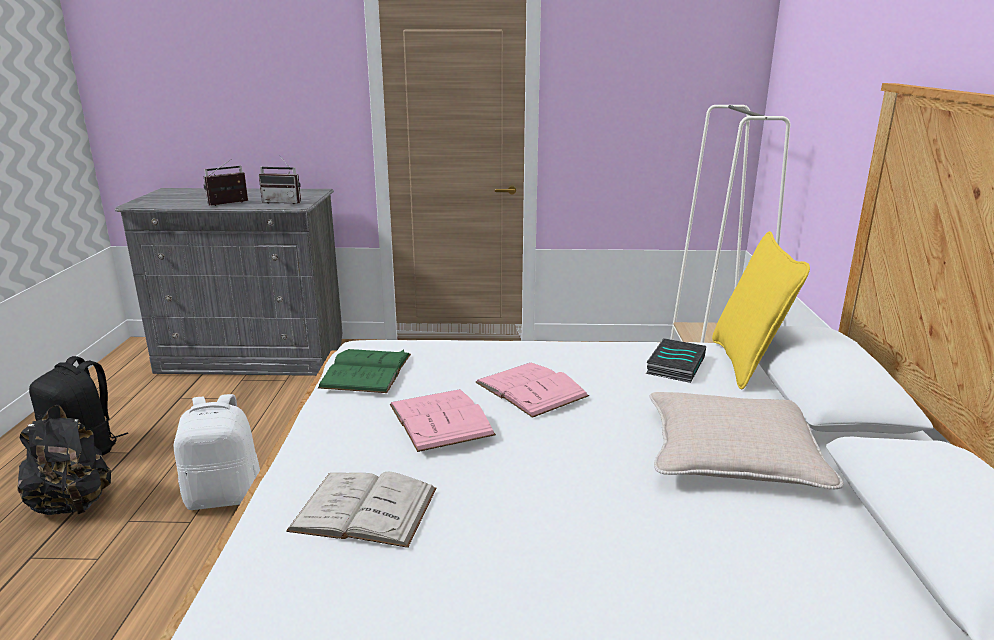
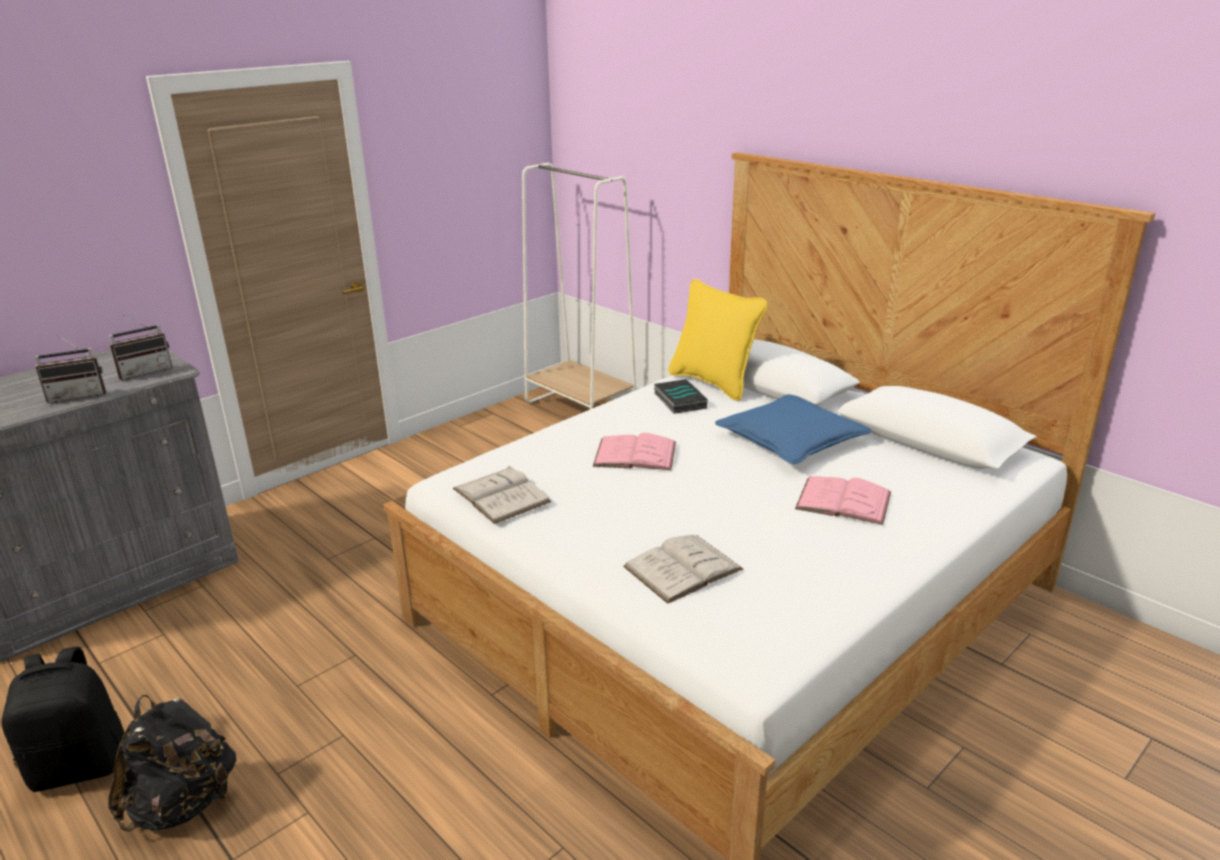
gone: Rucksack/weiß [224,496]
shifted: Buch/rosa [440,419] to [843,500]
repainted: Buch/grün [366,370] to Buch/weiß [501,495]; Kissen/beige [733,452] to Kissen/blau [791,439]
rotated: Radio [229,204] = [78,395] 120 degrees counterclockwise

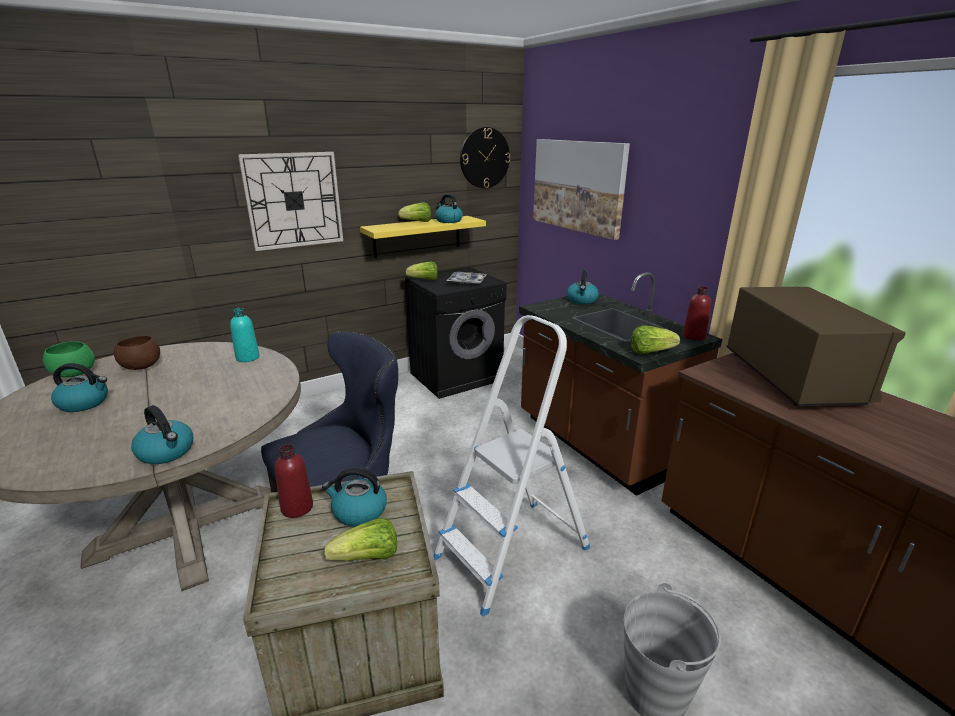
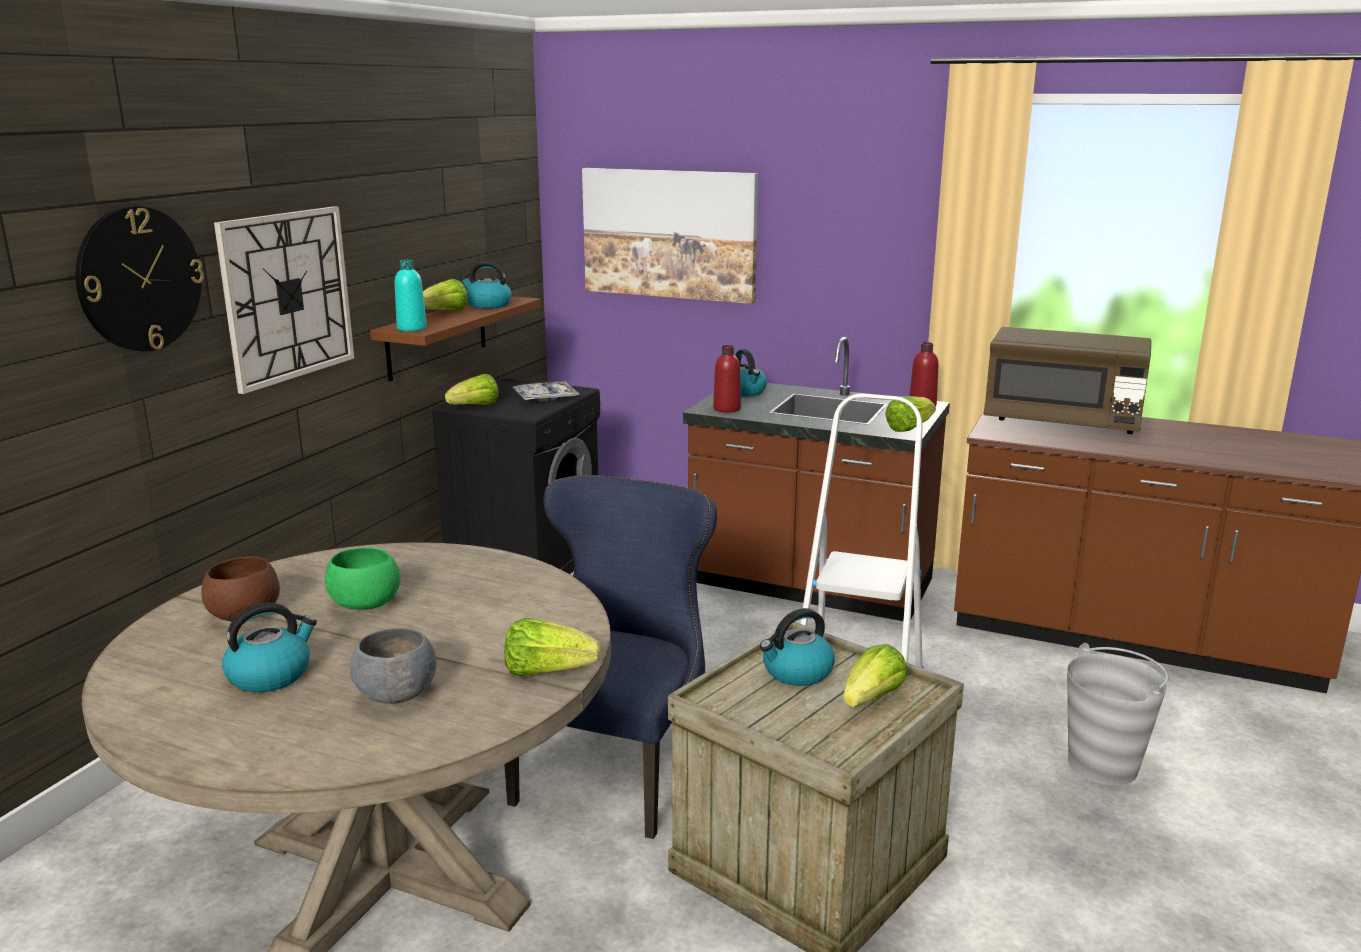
new: Schüssel/grau [397,693]
shifted: Wanduhr [484,158] to [139,279]; Flasche/türkis [248,358] to [412,328]; Schüssel/grün [74,374] to [366,604]; Flasche/rot [297,508] to [726,409]
swapped: Wasserkessel [167,452] to Salatkopf [547,671]
repainted: Wandregal/gelb [417,236] to Wandregal/braun [437,337]
rotated: Mikrowelle/braun [792,378] = [1062,421] 150 degrees clockwise

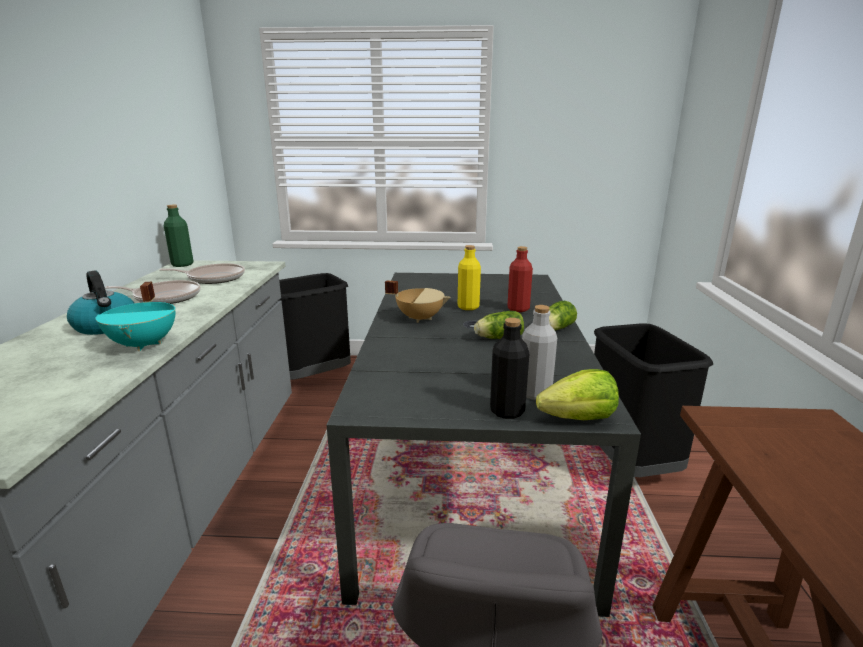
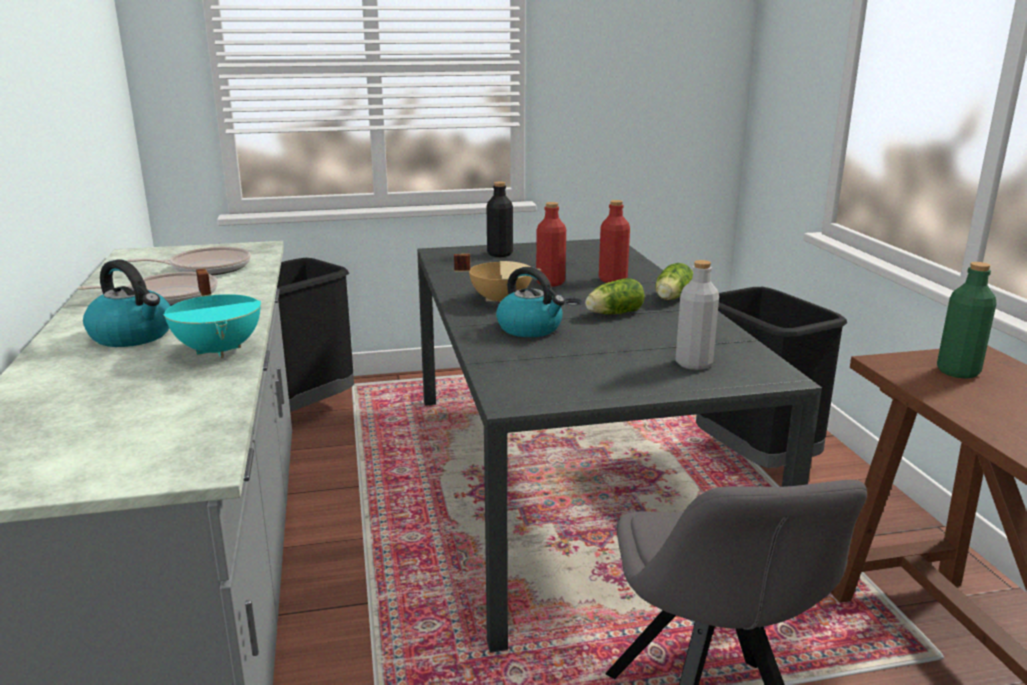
gone: Salatkopf [579,418]
new: Wasserkessel [530,328]
shifted: Flasche/grün [182,264] to [958,371]; Flasche/schwarz [507,411] to [500,254]
repainted: Flasche/gelb [468,307] to Flasche/rot [550,283]

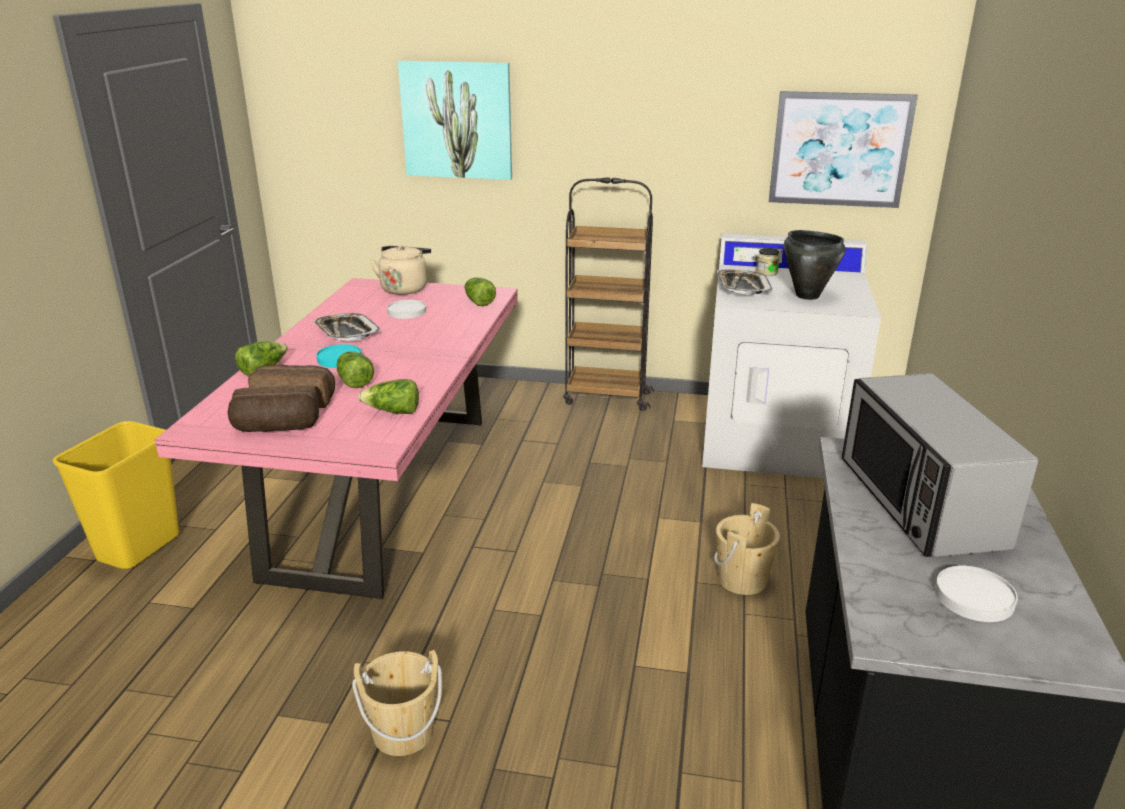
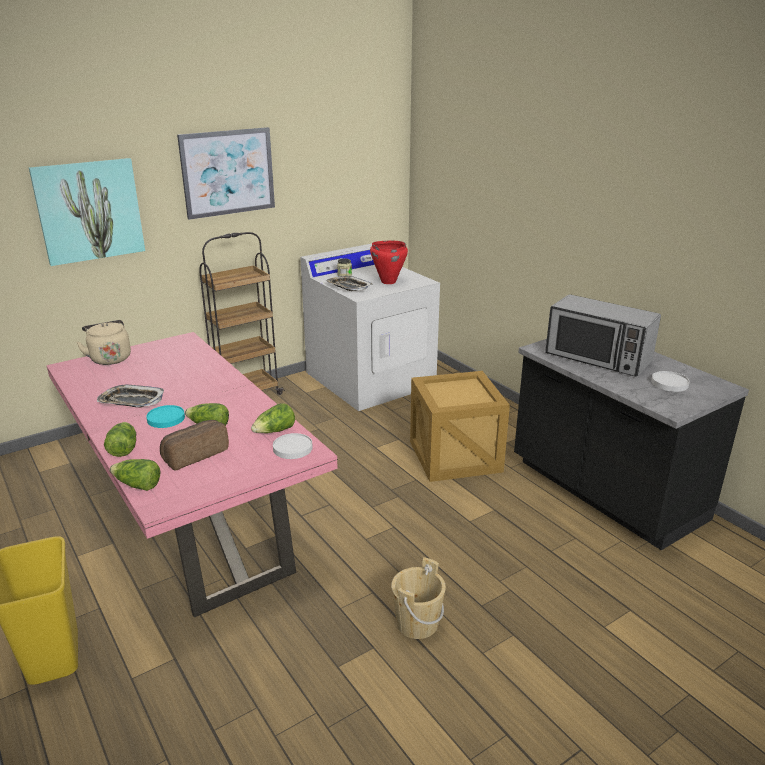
gone: Brot [276,428]
shifted: Bild [839,149] to [228,172]; Salatkopf [478,301] to [137,485]; Teller/weiß [406,311] to [292,448]
swapped: Eimer/beige [742,579] to Kiste [456,456]
repainted: Kochtopf/schwarz [807,295] to Kochtopf/rot [388,282]

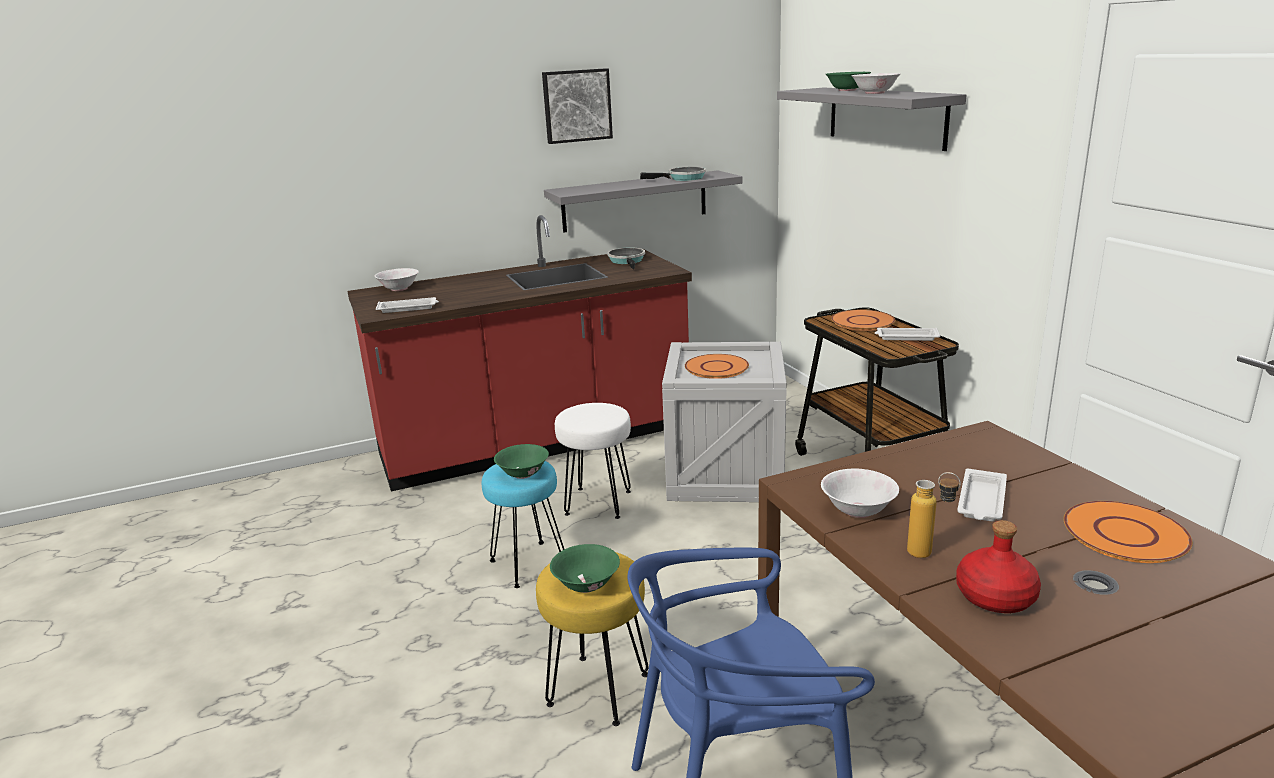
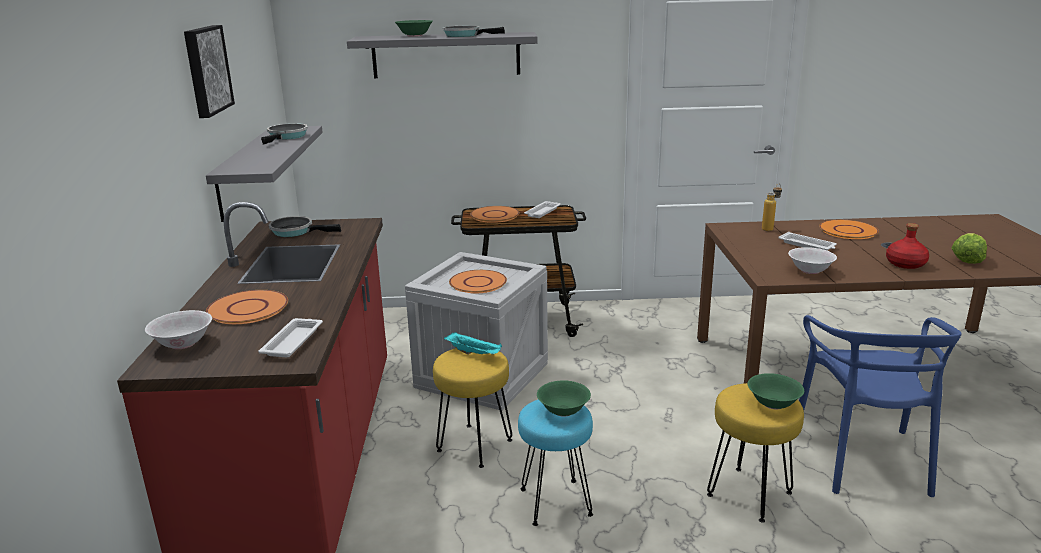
new: Salatkopf [967,259]; Teller/orange [248,309]; Tablett/türkis [474,353]
shifted: Flasche [929,555] to [770,228]
swapped: Schüssel/weiß [875,93] to Pfanne [465,35]
repainted: Hocker/weiß [599,502] to Hocker/gelb [474,444]

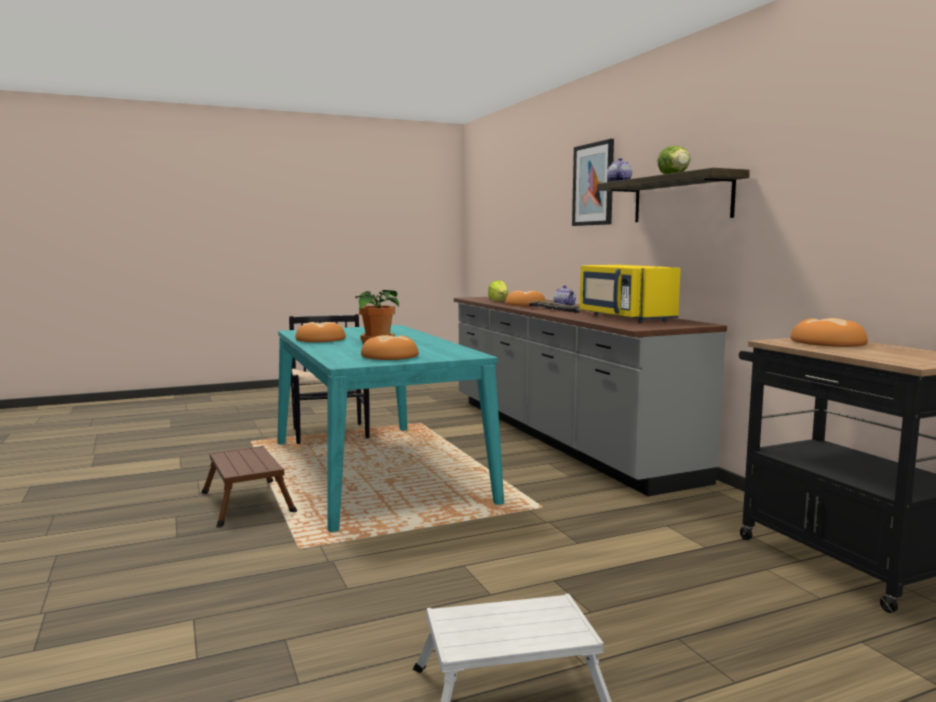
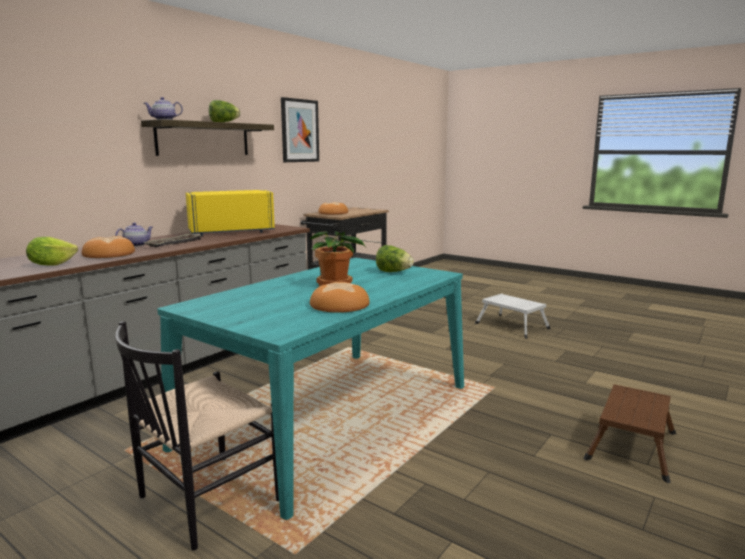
shifted: Bild [593,184] to [299,130]; Trittleiter/braun [247,502] to [631,446]
swapped: Brot [390,356] to Salatkopf [393,272]
rotated: Mikrowelle/gelb [624,317] = [231,232] 150 degrees counterclockwise

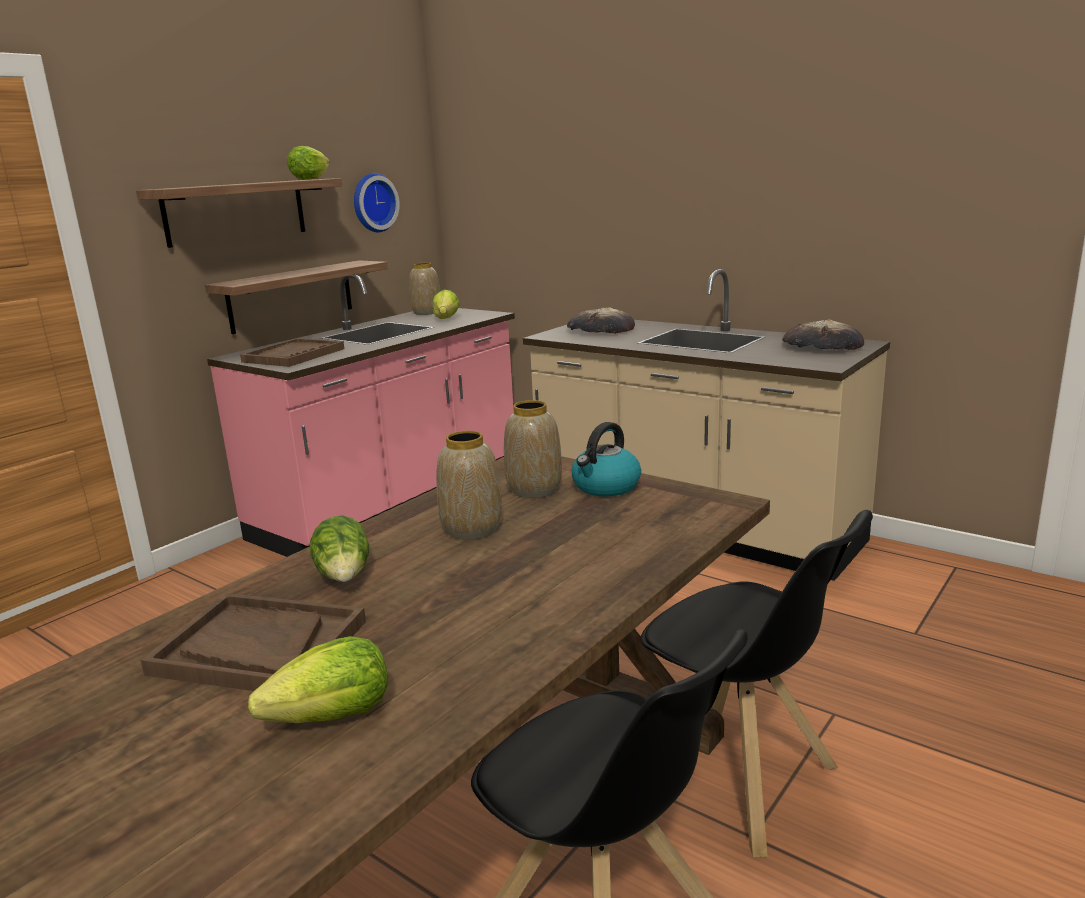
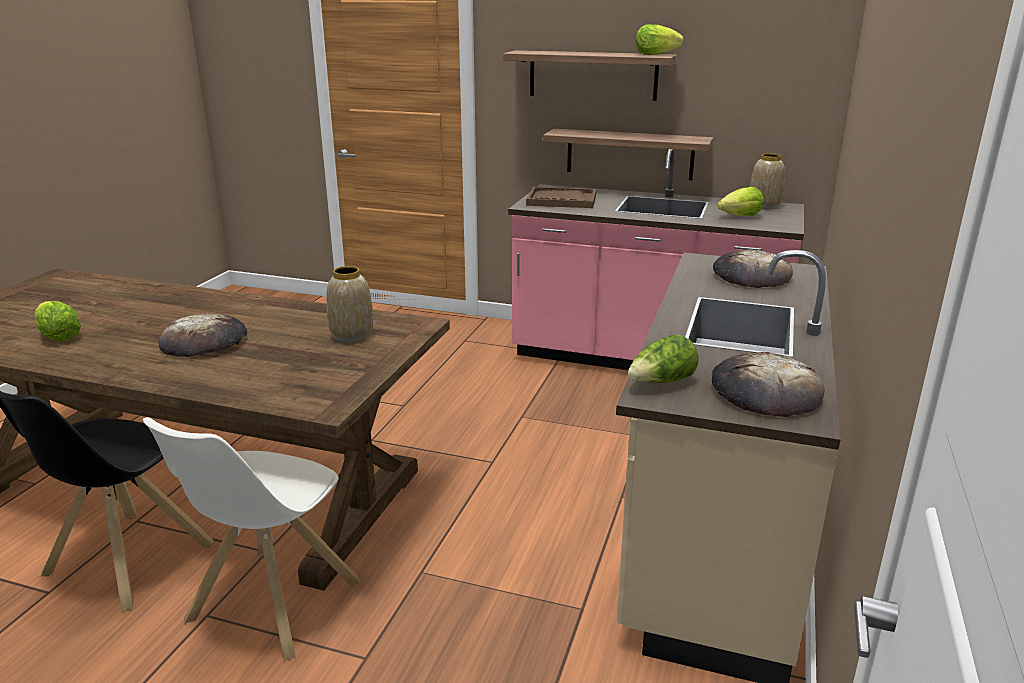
gone: Wanduhr [373,202]; Wasserkessel [605,487]; Vase [471,529]; Tablett/braun [259,647]
new: Brot [205,342]
shifted: Salatkopf [345,576] to [661,382]
repainted: Stuhl/schwarz [739,779] to Stuhl/weiß [271,603]

